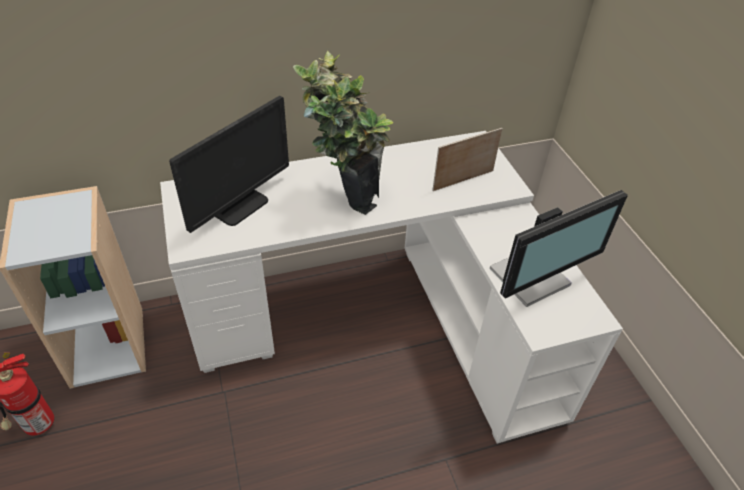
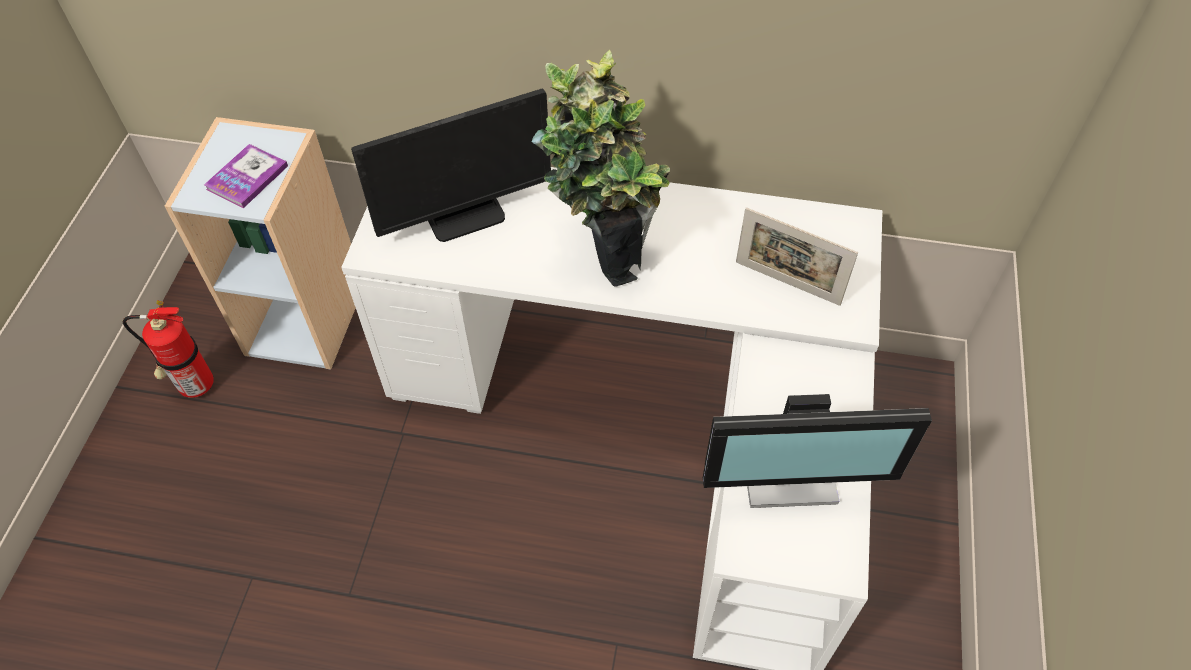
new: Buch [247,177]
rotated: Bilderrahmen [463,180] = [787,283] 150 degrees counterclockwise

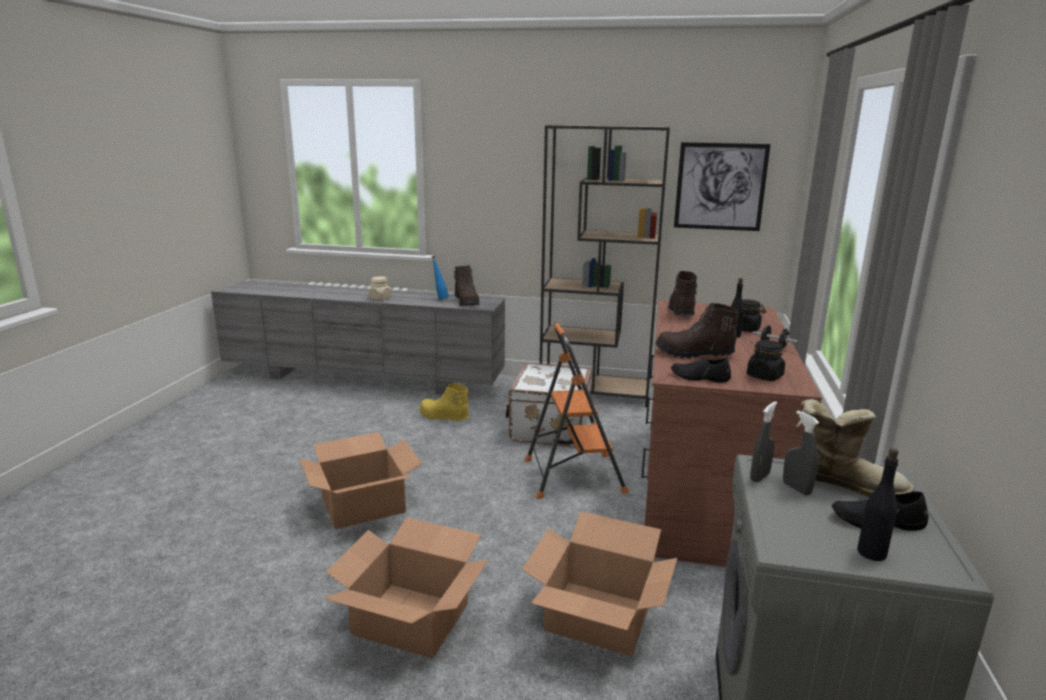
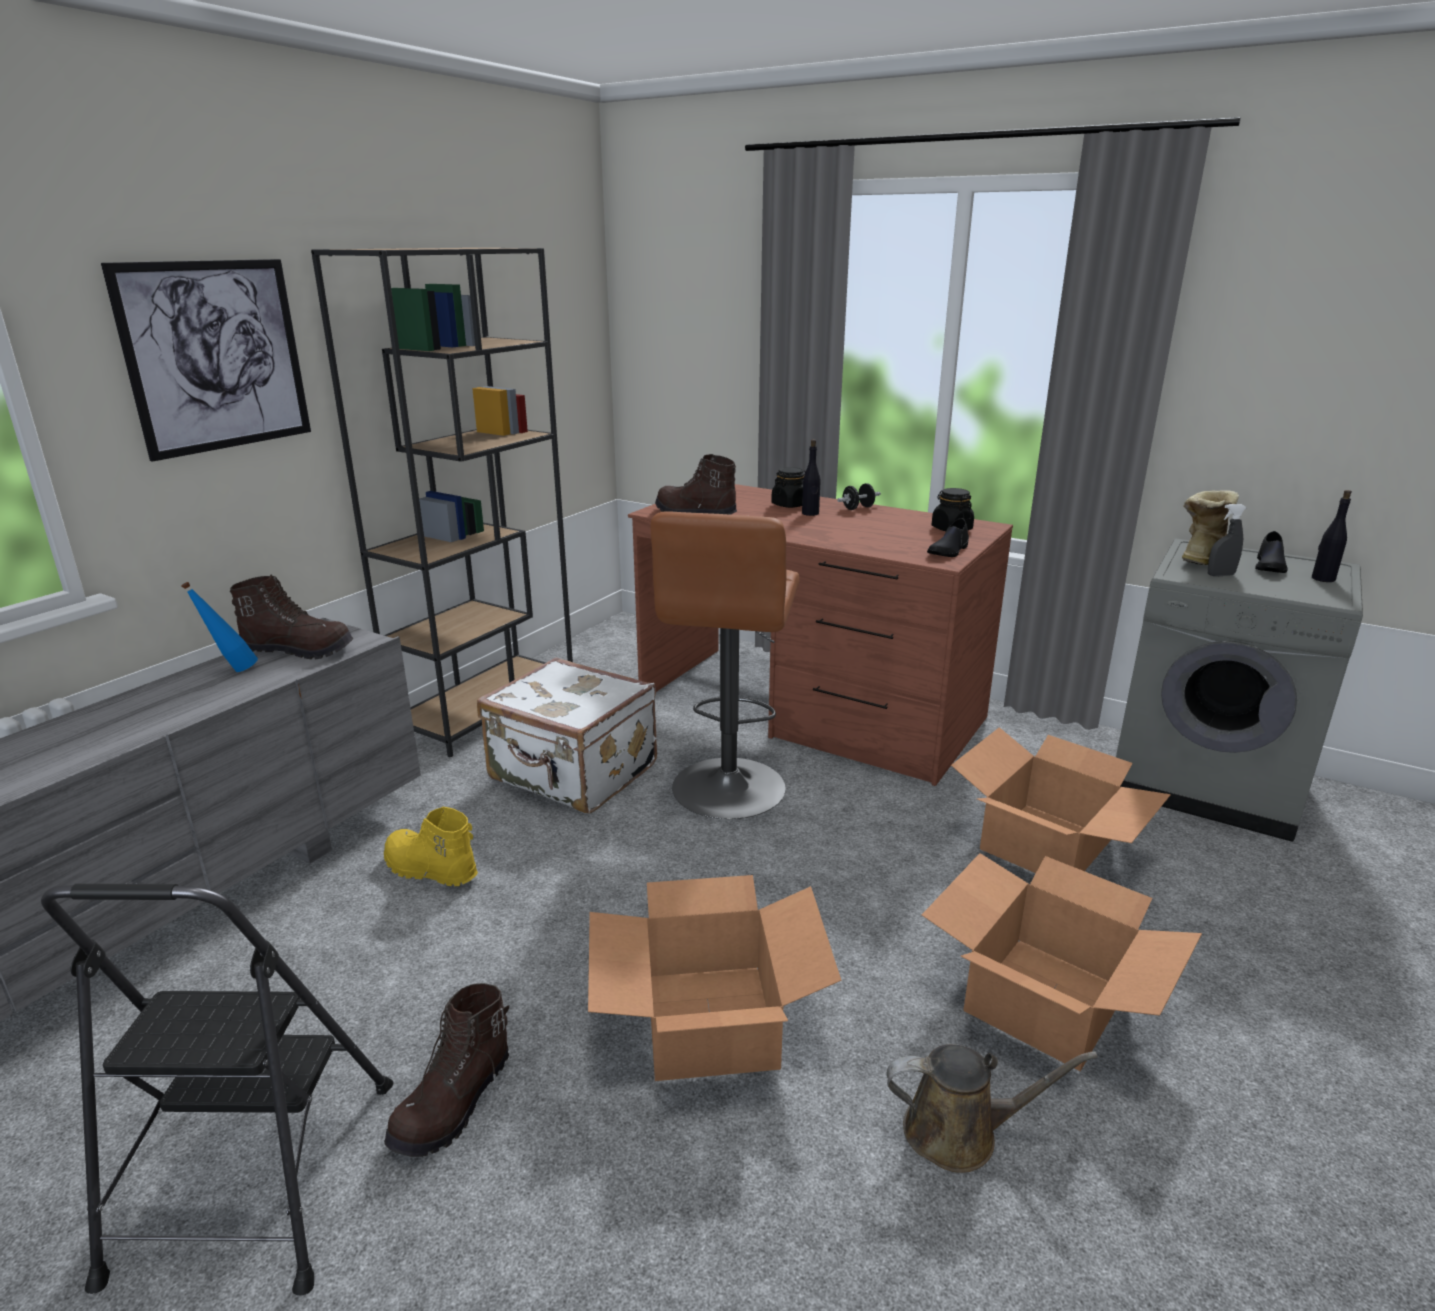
gone: Vorratsglas/beige [380,298]; Sprühflasche/grau [759,477]
new: Trittleiter/schwarz [250,1182]; Gießkanne/braun [959,1132]
shifted: Bild [720,186] to [216,356]; Stiefel/braun [694,354] to [455,1104]
swapped: Trittleiter/orange [570,475] to Hocker/braun [727,788]
rotated: Stiefel/gelb [443,417] = [430,870] 75 degrees clockwise

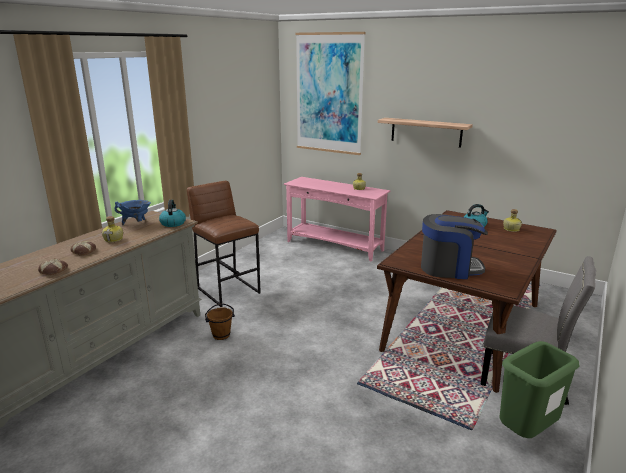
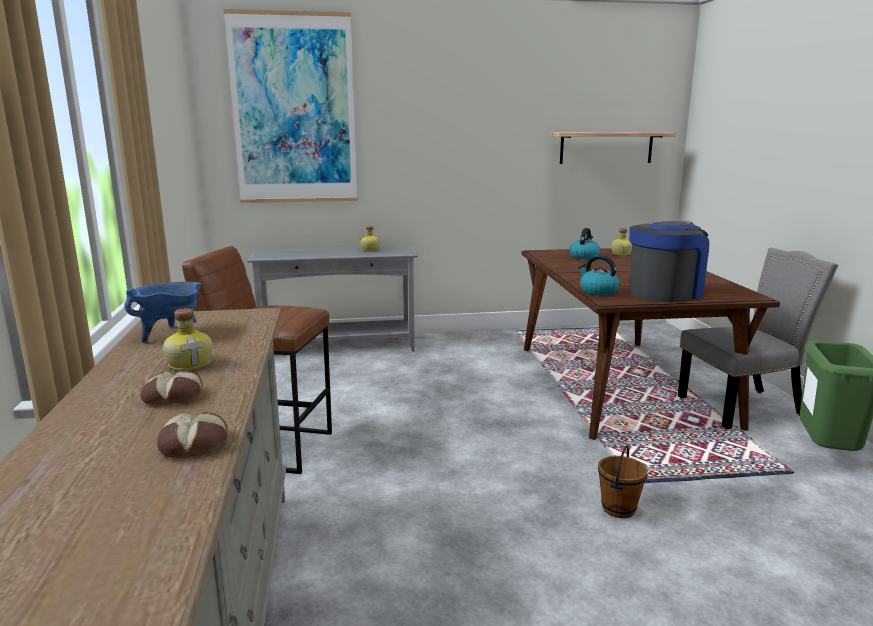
shifted: Wandregal [426,132] to [606,147]; Wasserkessel [173,223] to [598,291]; Eimer/braun [221,335] to [619,509]
repainted: Konsolentisch/rosa [335,246] to Konsolentisch/grau [339,347]

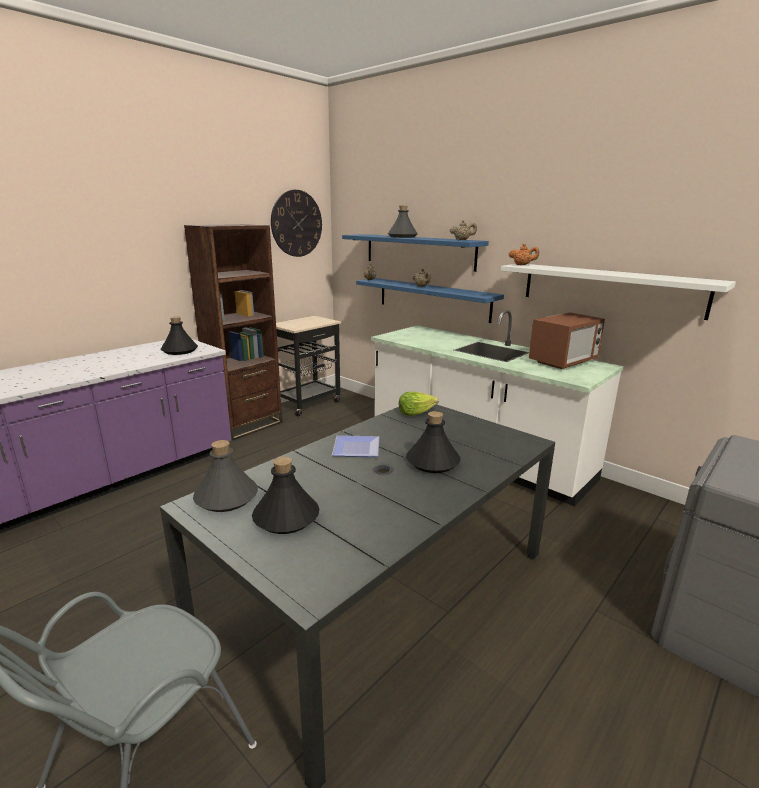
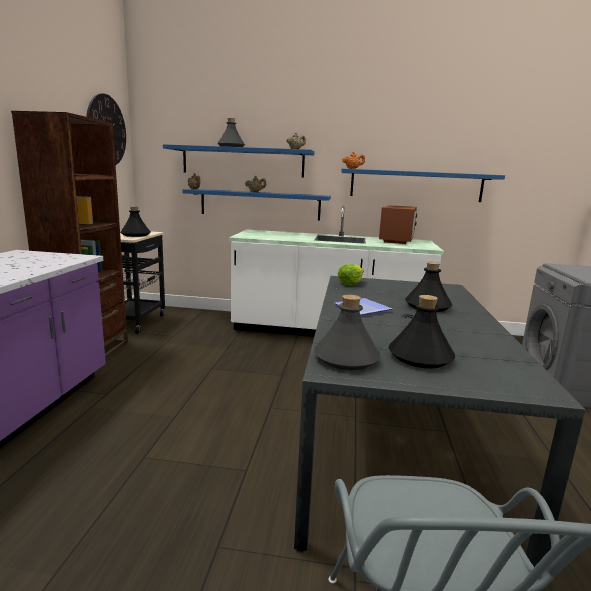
shifted: Flasche/schwarz [179,351] to [135,235]
repainted: Wandregal/weiß [610,289] to Wandregal/blau [415,185]

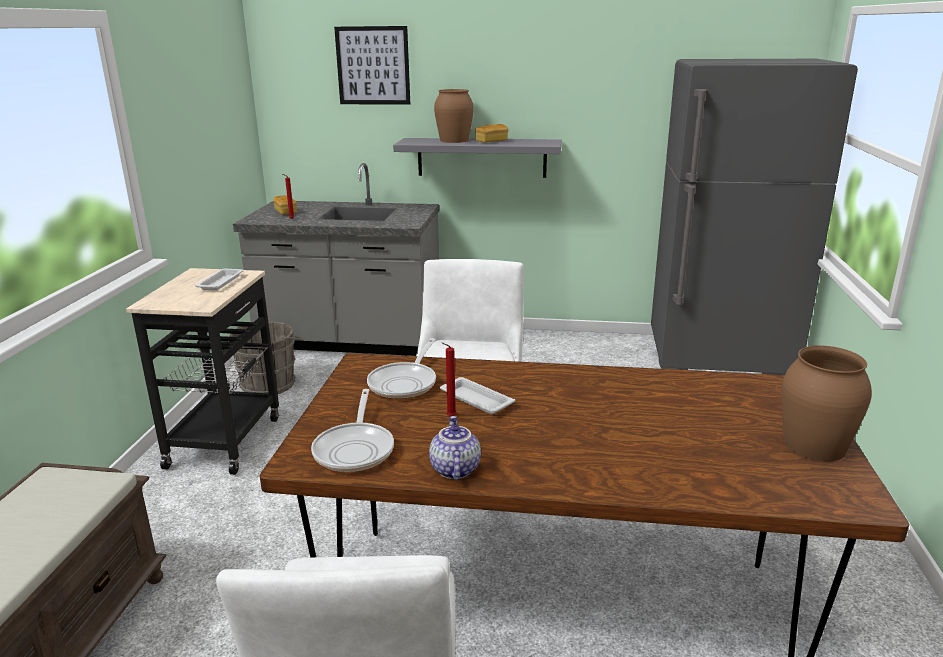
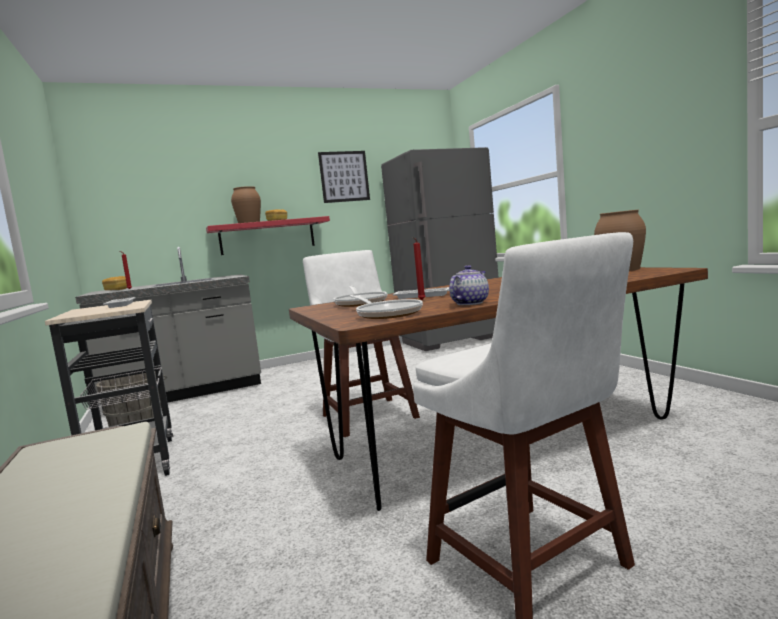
shifted: Bild [373,66] to [344,176]
repainted: Wandregal/grau [481,157] to Wandregal/rot [267,236]
rotated: Teekanne [454,469] = [469,303] 75 degrees clockwise

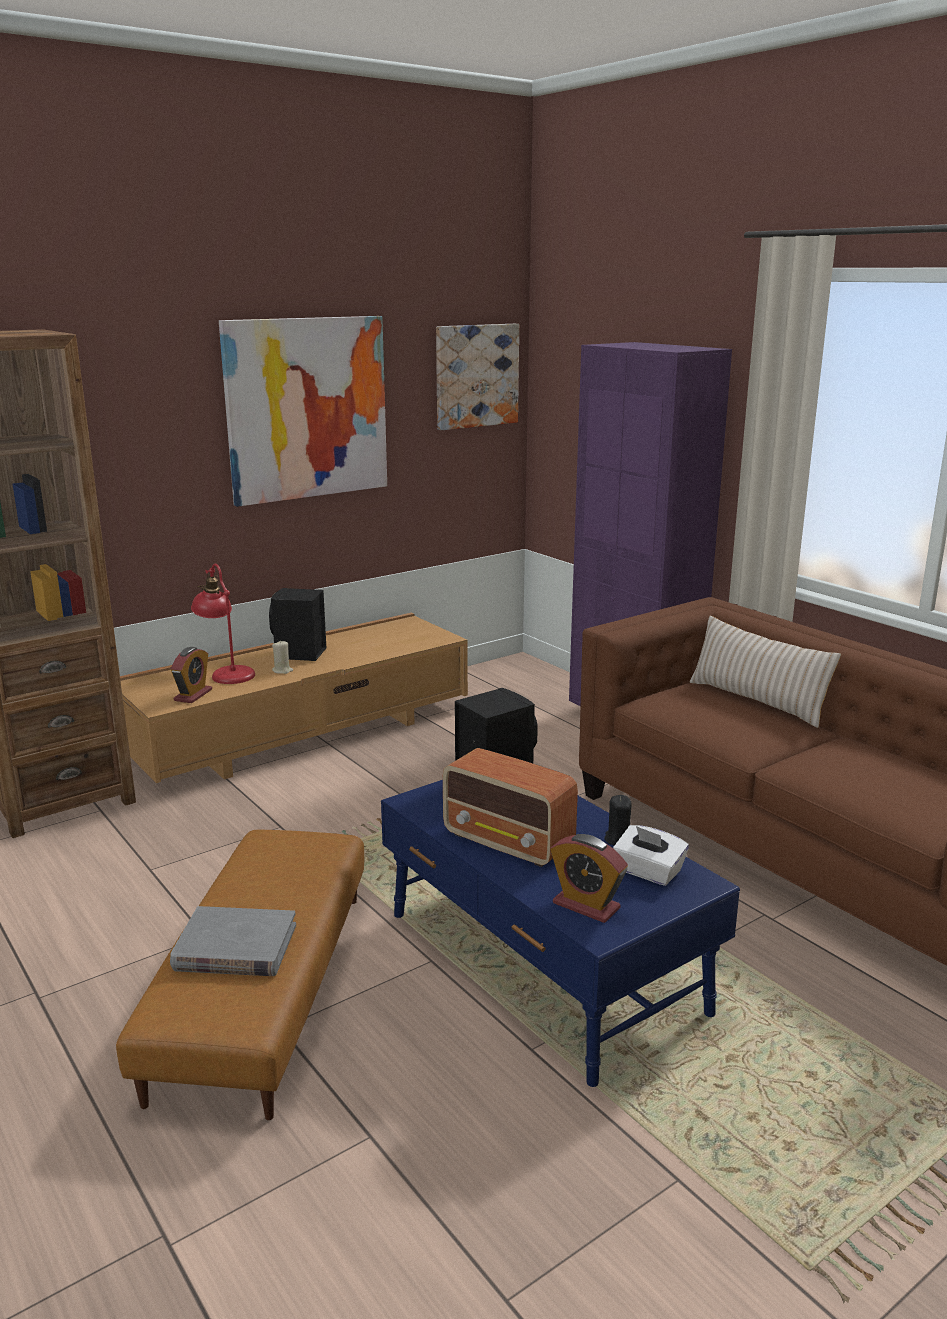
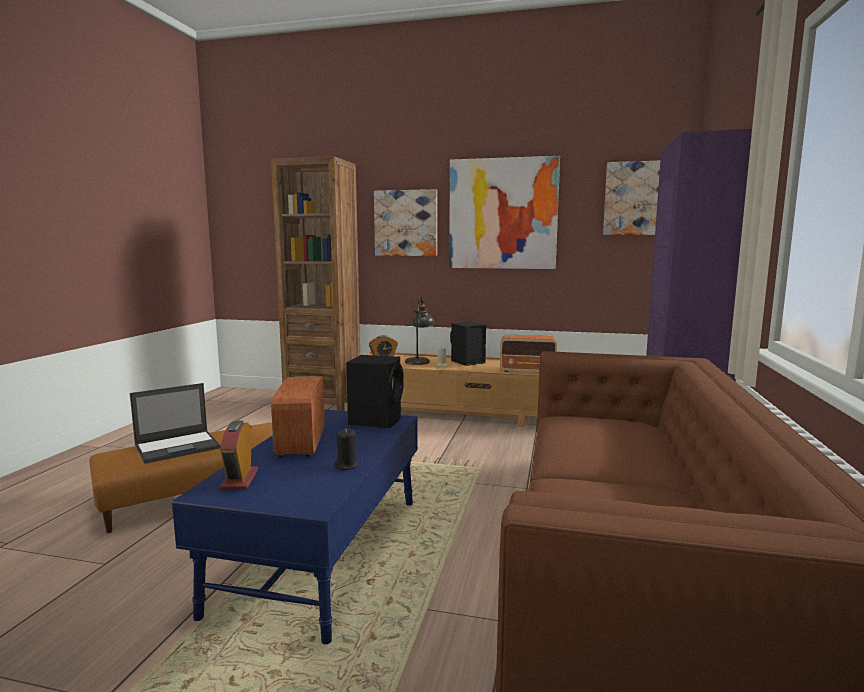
gone: Kissen/beige [757,701]; Taschentuchbox/weiß [648,872]
new: Bild [406,223]; Radio [528,371]
swapped: Buch/grau [235,948] to Laptop [178,447]
repainted: Tischlampe/rot [225,670] to Tischlampe/grau [419,359]

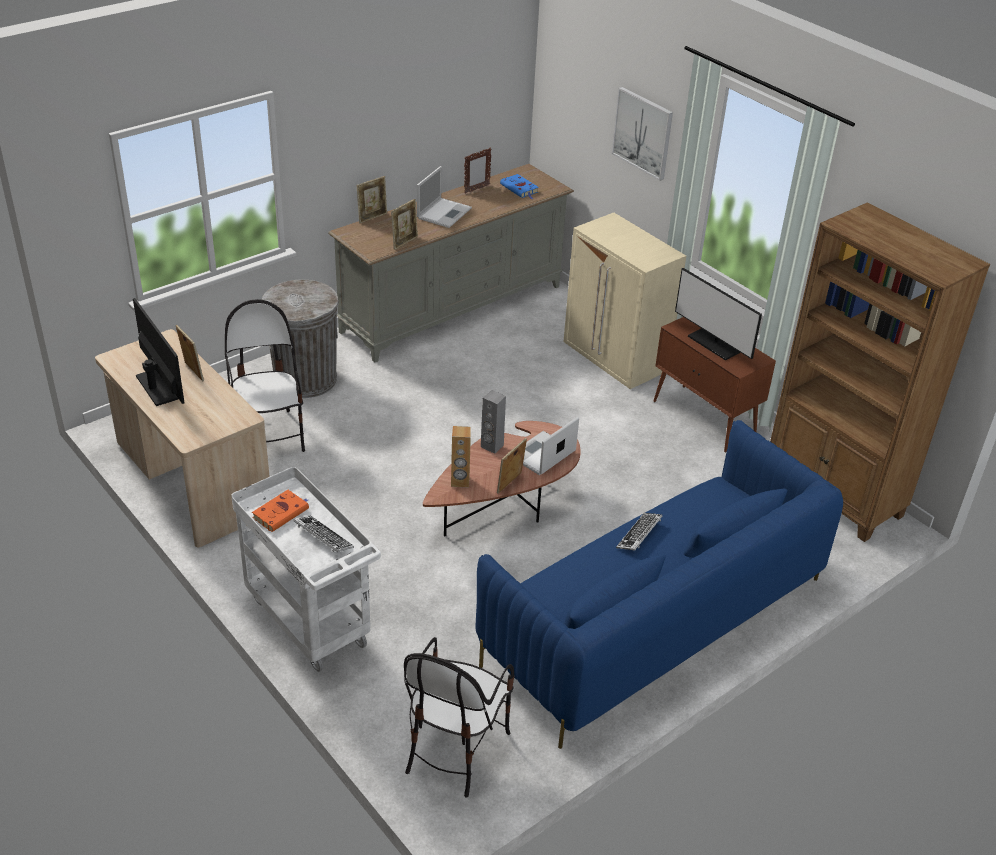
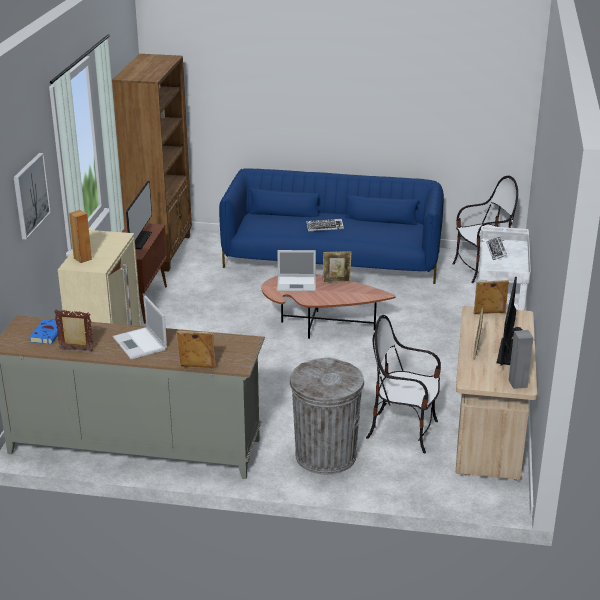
gone: Buch/orange [281,513]
shifted: Bilderrahmen [404,242] to [489,314]; Lautsprecher/grau [491,446] to [518,383]; Lautsprecher/braun [460,481] to [83,258]
rotated: Laptop [444,213] = [140,344] 105 degrees counterclockwise; Stuhl [269,435] = [403,431] 75 degrees clockwise

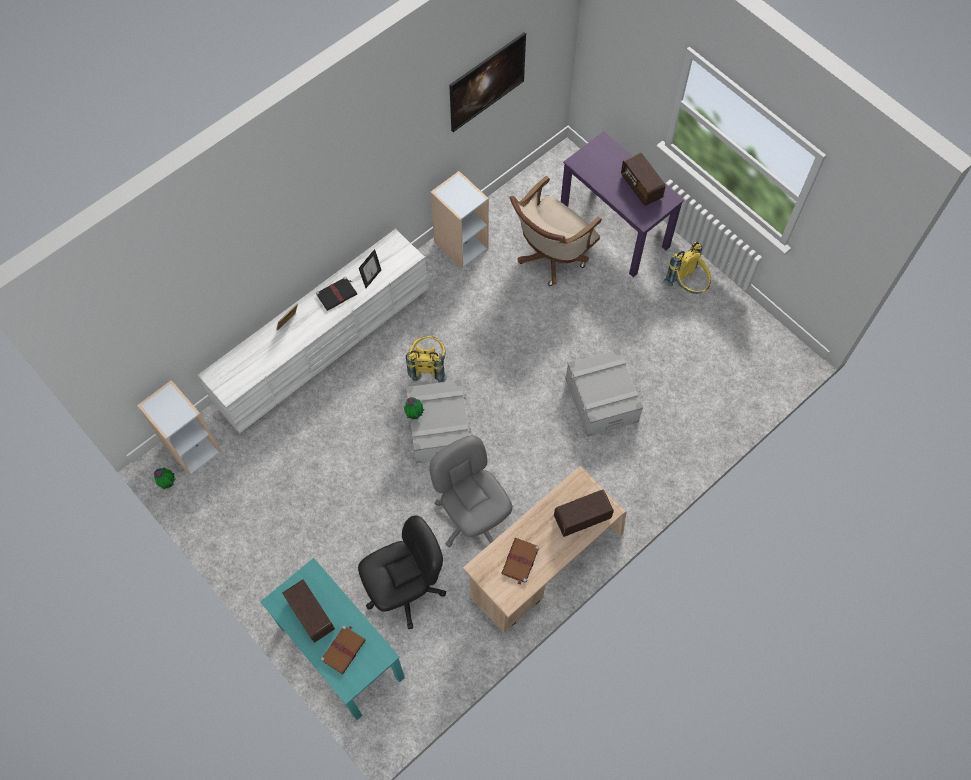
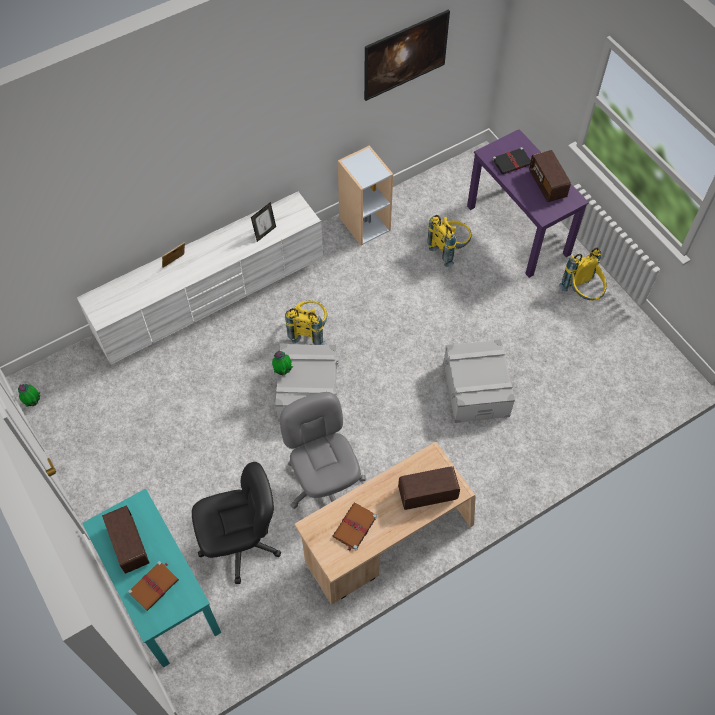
gone: Bücherregal [192,447]
shifted: Buch/schwarz [337,294] to [512,162]
swapped: Bürostuhl [550,259] to Rucksack/gelb [449,249]

